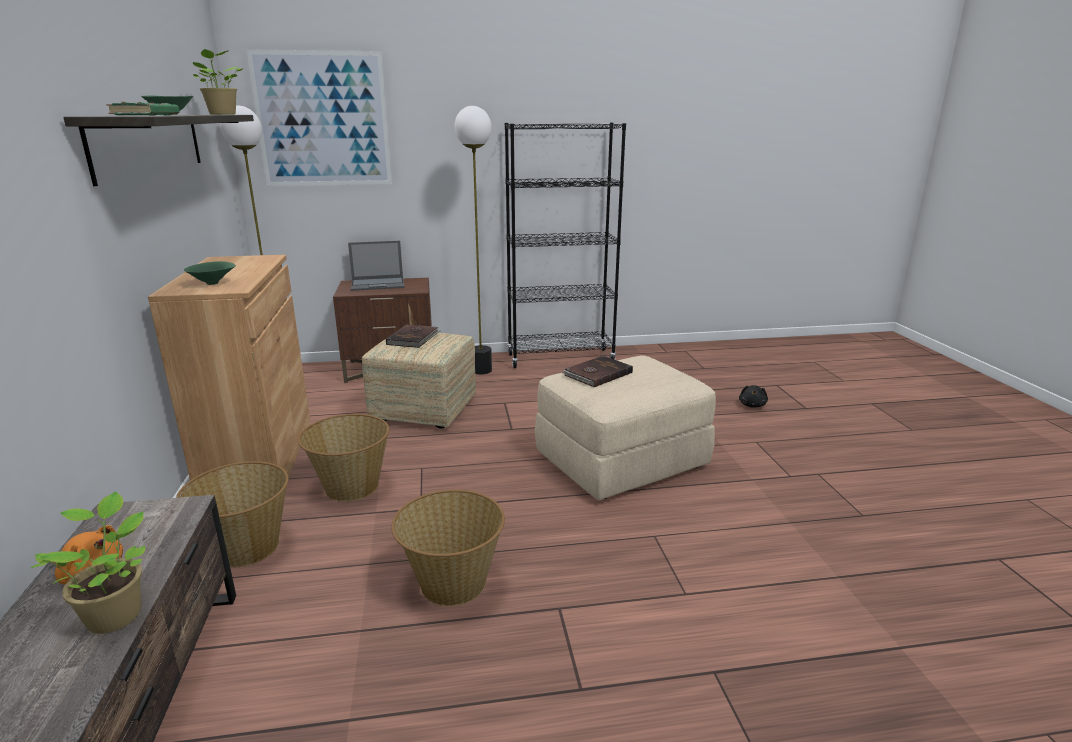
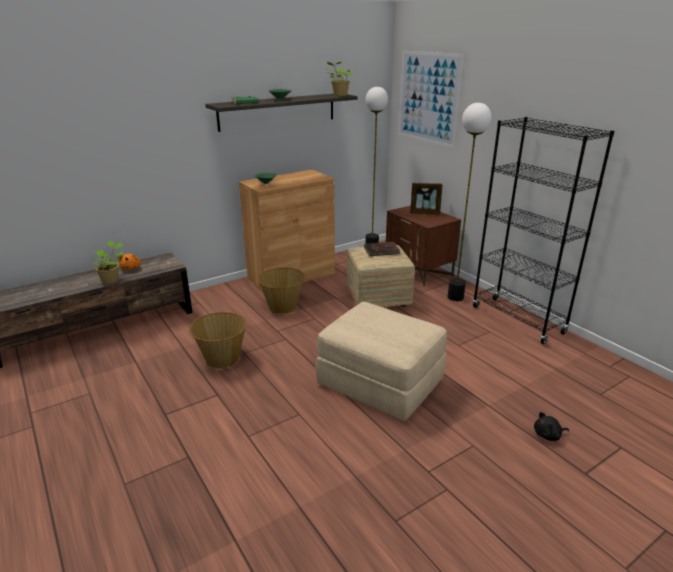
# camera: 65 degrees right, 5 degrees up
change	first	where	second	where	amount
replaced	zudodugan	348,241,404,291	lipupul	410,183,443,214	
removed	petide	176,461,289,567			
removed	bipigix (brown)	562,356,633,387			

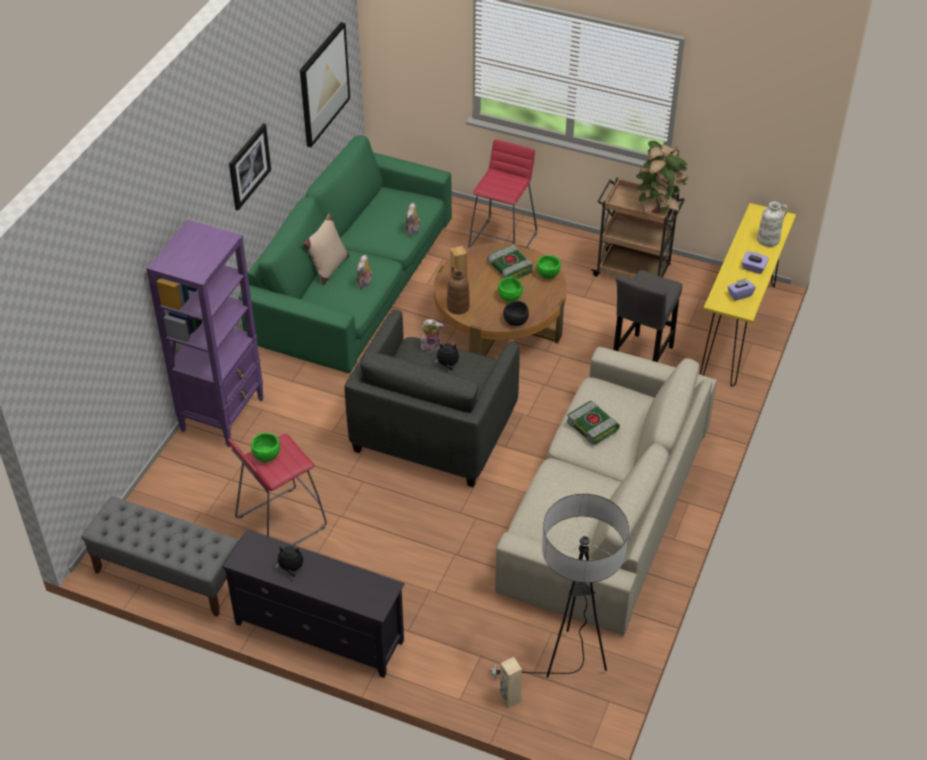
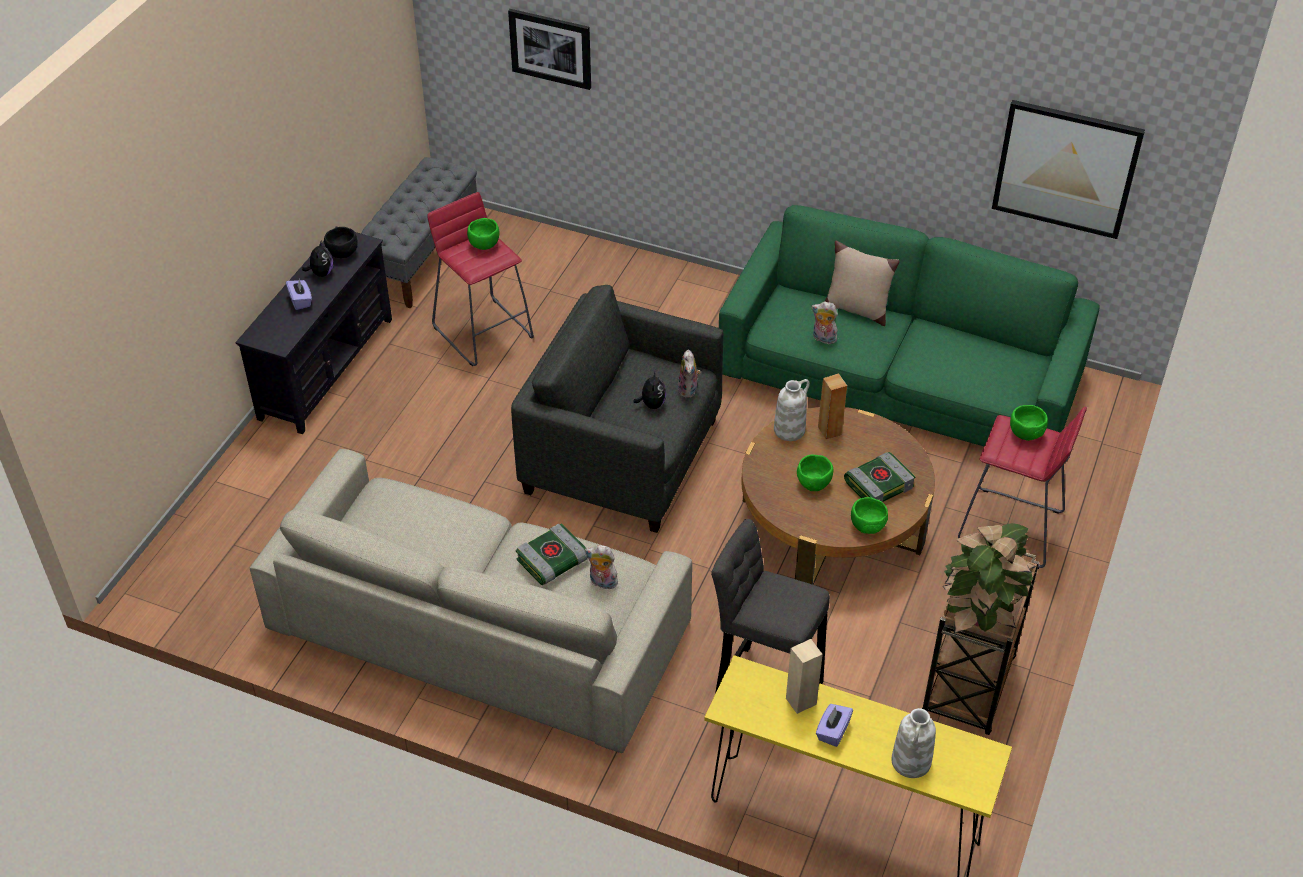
# camera: 90 degrees right, 0 degrees up
change	first	where	second	where	amount
moved	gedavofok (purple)	728,278,756,301		286,278,312,310	
moved	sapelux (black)	503,301,529,326		324,227,358,258	
moved	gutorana	229,123,271,210		508,9,591,90	
moved	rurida	405,203,421,236		585,545,618,589	
recoloured	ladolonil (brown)	447,266,470,314	ladolonil (white)	774,379,810,441	
moved	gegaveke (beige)	500,657,522,708		786,639,823,714	
added			sapelux (green)	1010,405,1048,441	
removed	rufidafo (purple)	146,220,264,447			
removed	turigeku	488,494,629,680			

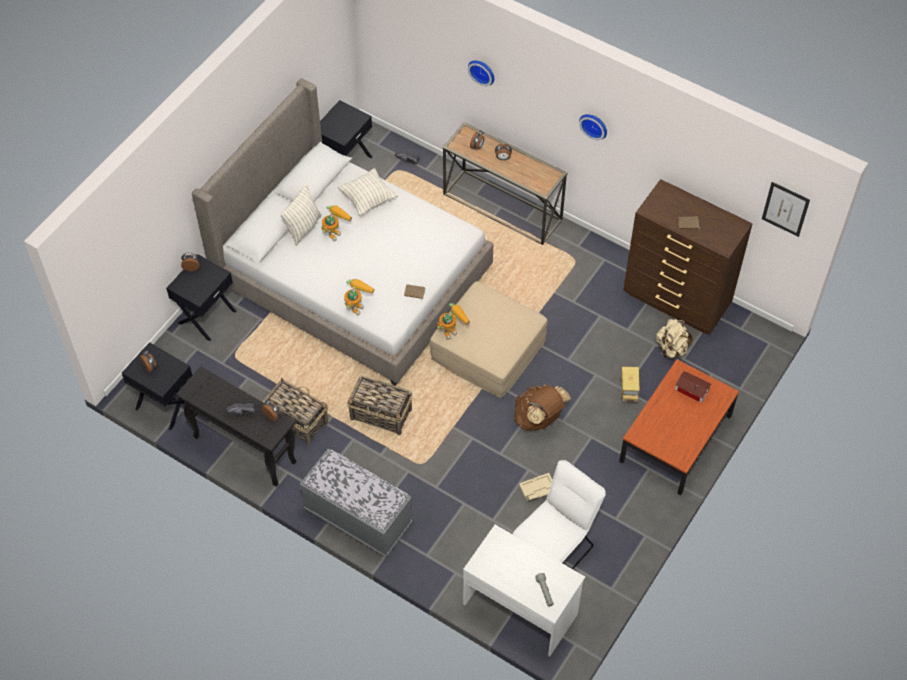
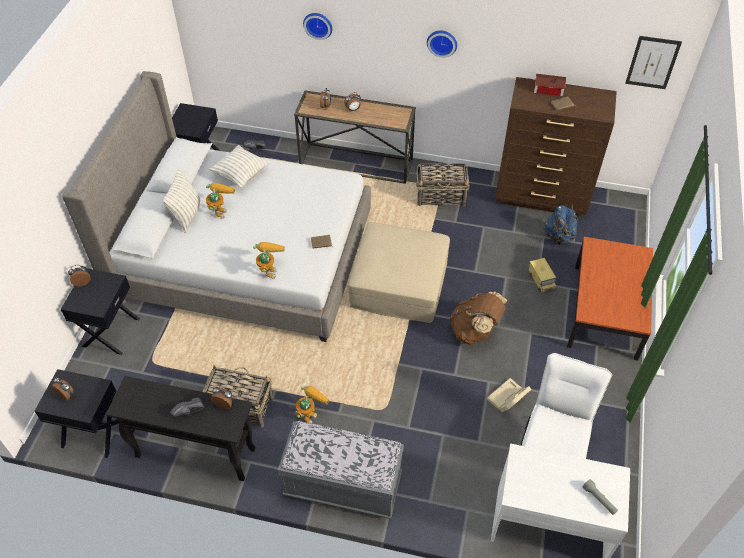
# camera: 20 degrees left, 5 degrees down
change	first	where	second	where	amount
moved	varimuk	437,303,470,340		295,386,329,423	
moved	petide	347,376,412,435		417,163,470,206	
moved	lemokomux	675,371,711,403		534,74,566,96	
recoloured	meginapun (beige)	656,319,693,358	meginapun (blue)	545,204,578,245	

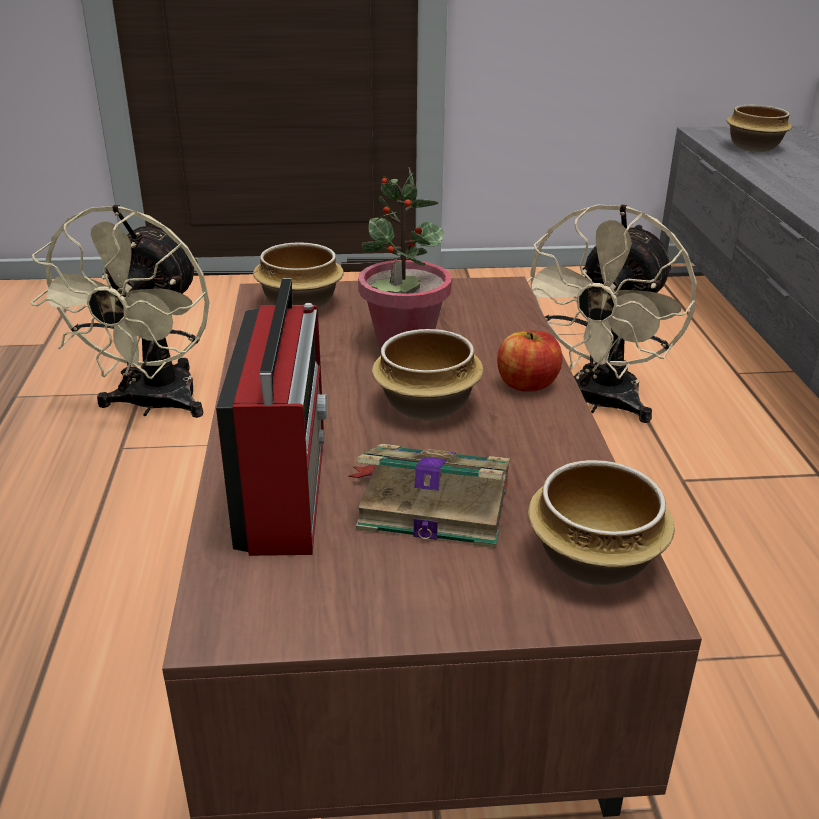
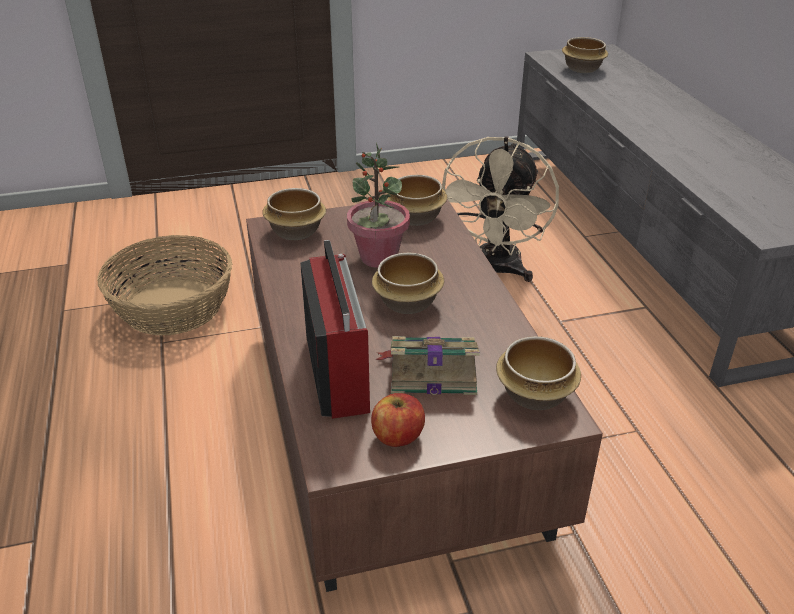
# camera: 10 degrees left, 5 degrees up
change	first	where	second	where	amount
replaced	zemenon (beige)	30,205,210,418	petide	97,235,232,336	
moved	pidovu	497,331,562,392		371,393,425,447	
added			sapelux	387,175,447,226	

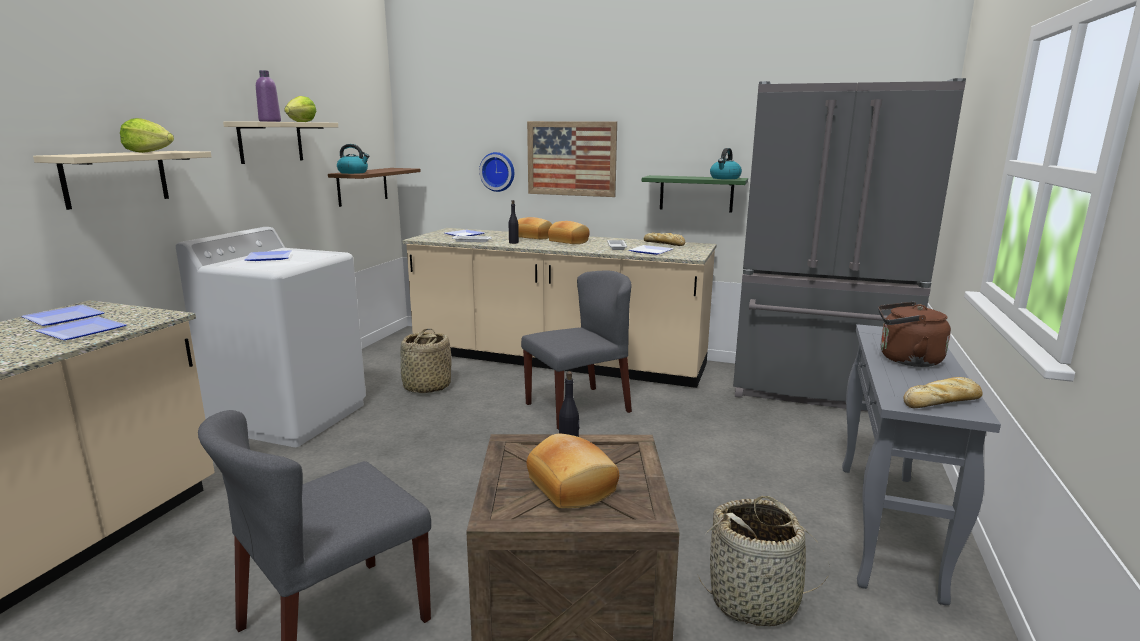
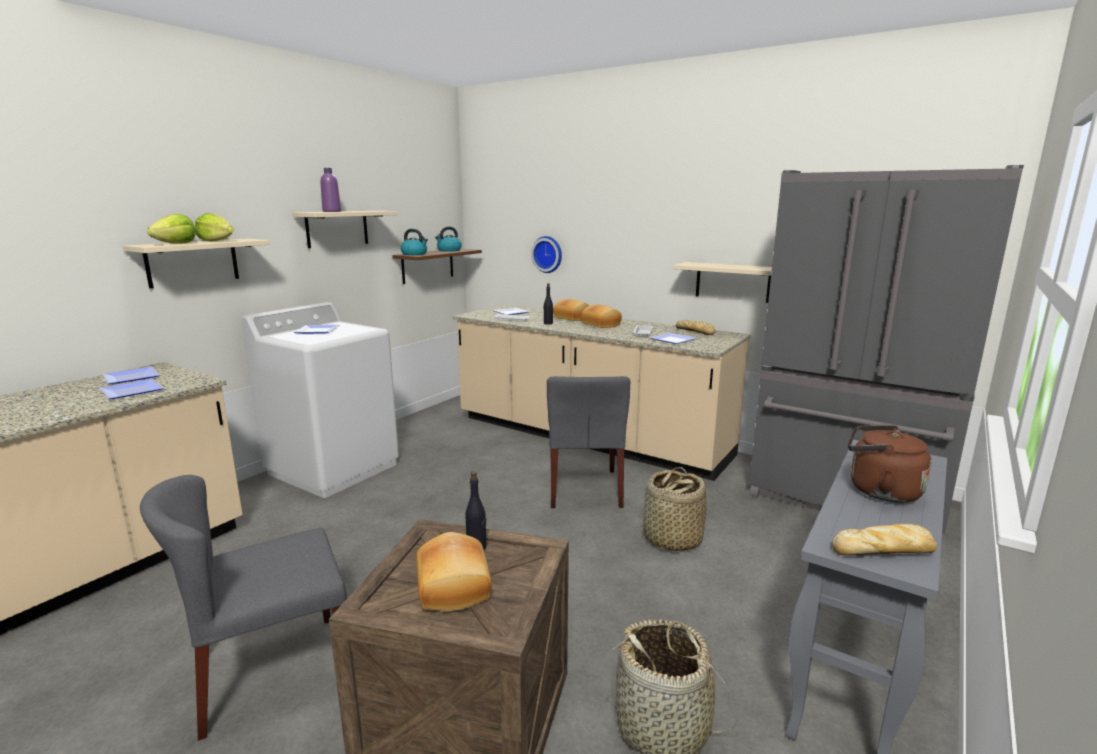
# camera: 15 degrees right, 0 degrees up
change	first	where	second	where	amount
moved	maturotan	284,96,316,122		147,214,196,244	
moved	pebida	710,148,742,179		435,227,462,252	
turned	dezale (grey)	521,270,632,430		547,376,630,508	105 degrees clockwise
moved	petide	400,328,452,393		643,467,707,551	
recoloured	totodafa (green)	642,175,748,213	totodafa (beige)	673,262,772,303	
removed	gutorana	527,121,617,197			

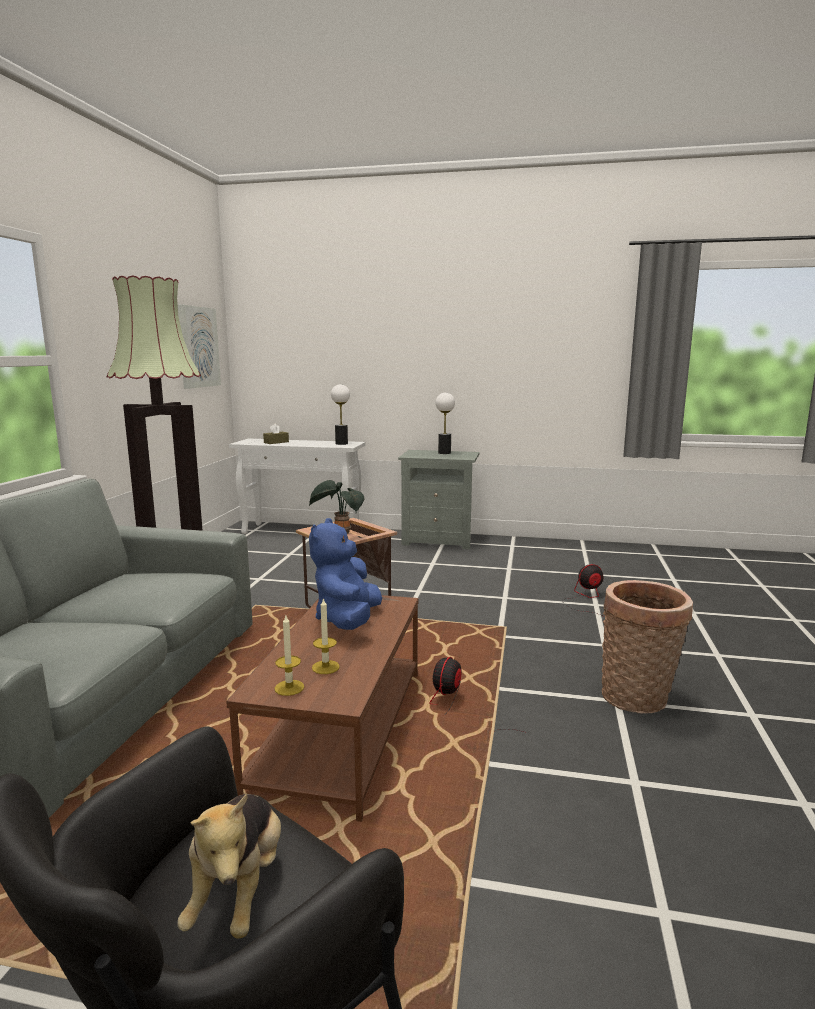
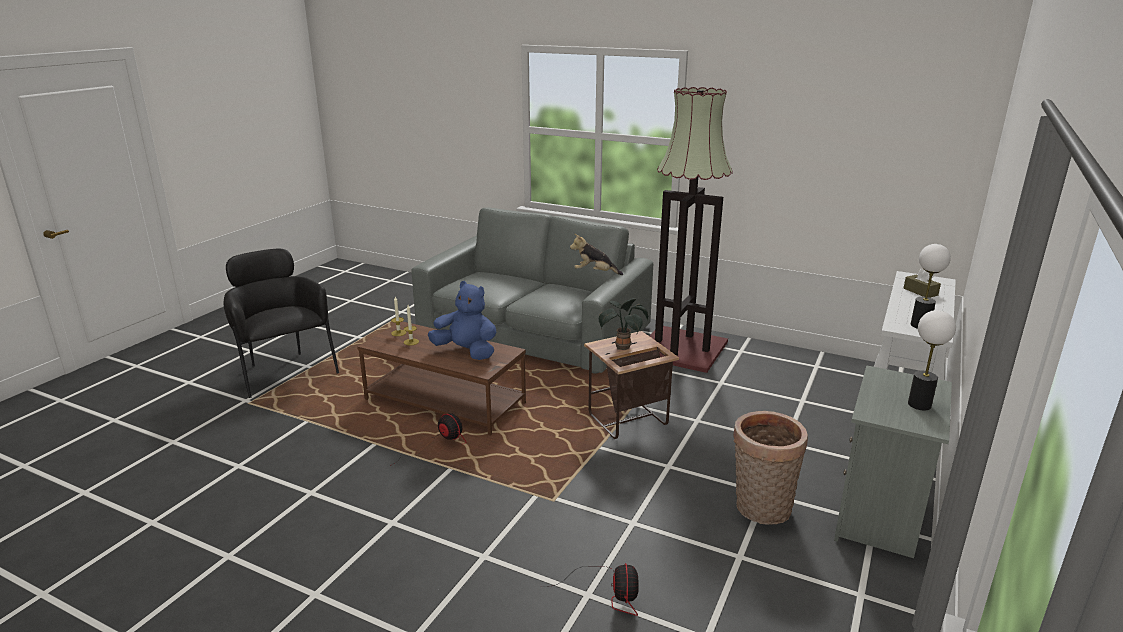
# camera: 105 degrees right, 10 degrees up
change	first	where	second	where	amount
moved	rurida	177,794,281,939		570,234,623,275	
moved	petide	602,580,693,714		733,411,808,525	
removed	gutorana	178,304,221,389			

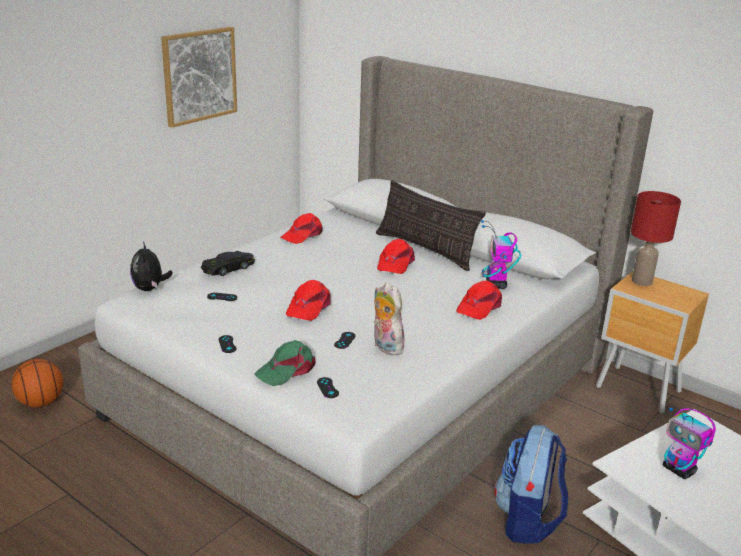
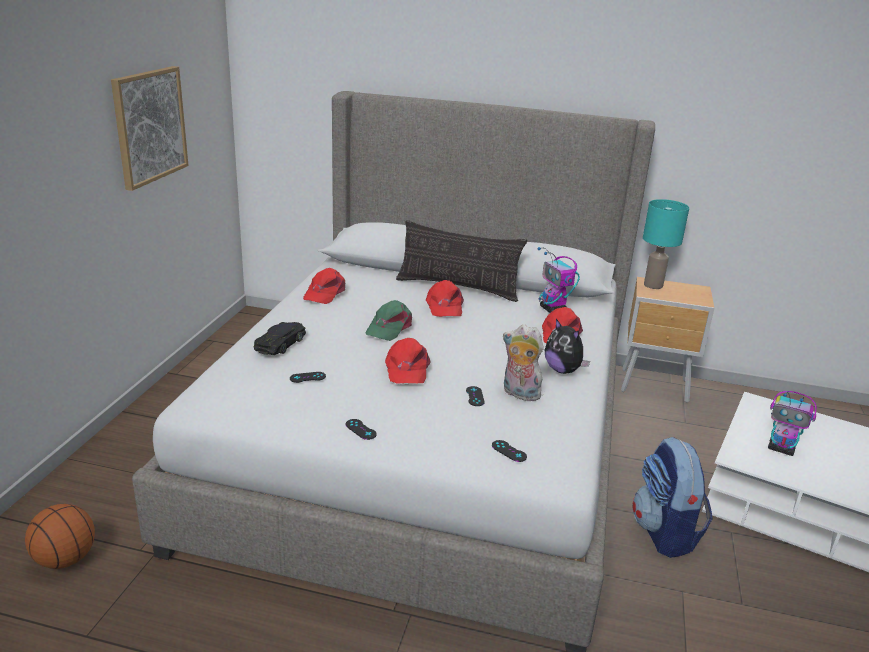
# camera: 25 degrees left, 0 degrees up
change	first	where	second	where	amount
moved	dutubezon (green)	254,340,316,386		365,300,412,341	
moved	rurida	130,242,173,291		545,319,590,374	
recoloured	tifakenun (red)	631,191,681,286	tifakenun (turquoise)	643,199,689,289	

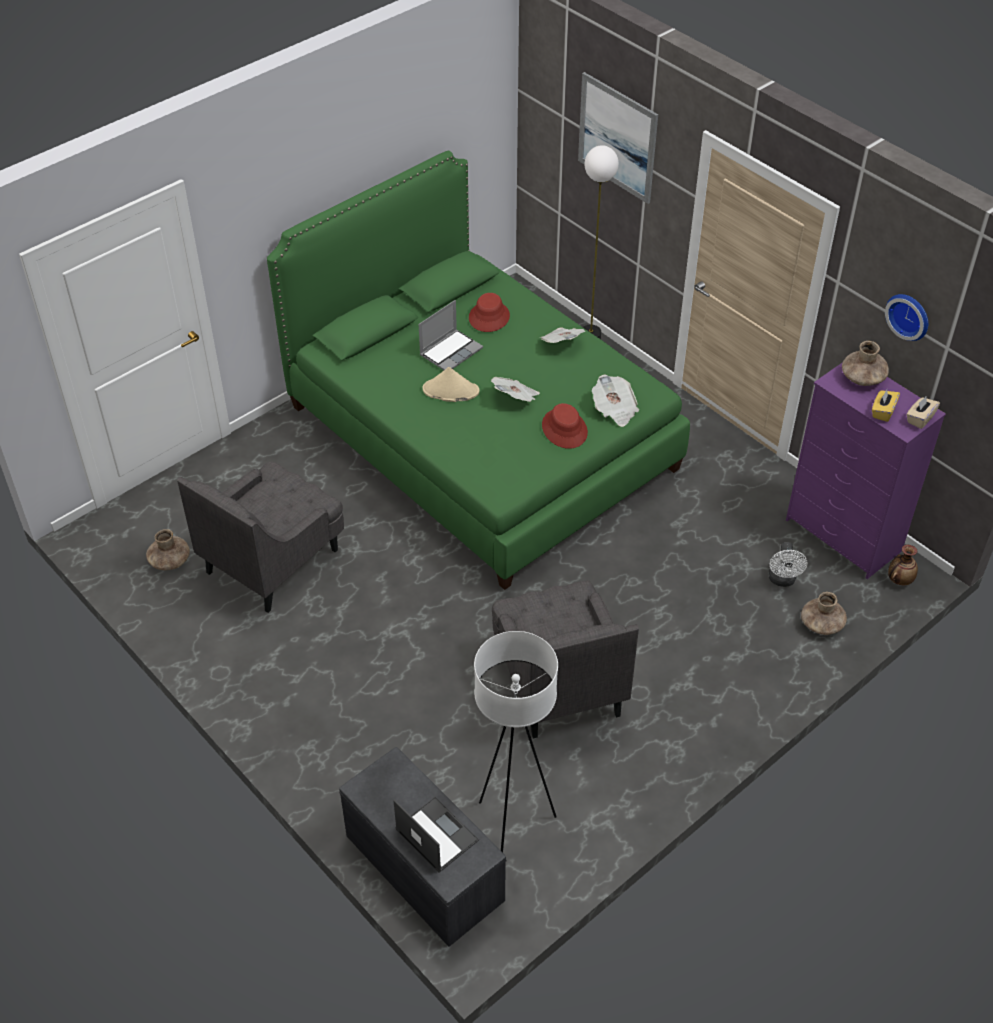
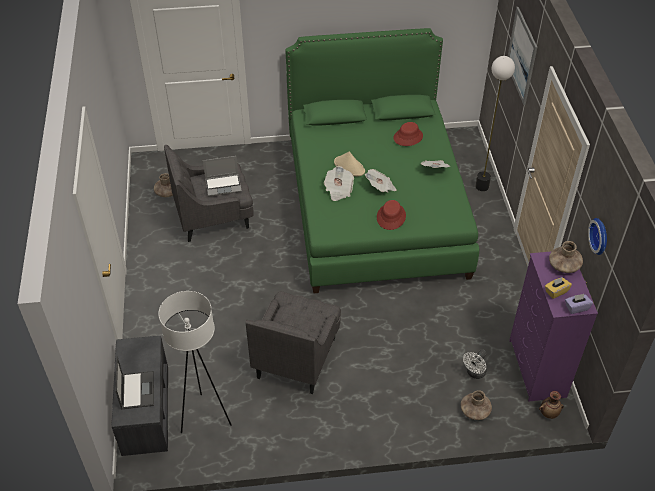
# camera: 35 degrees right, 0 degrees up
change	first	where	second	where	amount
moved	zudodugan	419,300,483,370		203,156,242,196	
moved	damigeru	592,374,639,427		324,166,354,201	
recoloured	gedavofok (beige)	907,396,940,429	gedavofok (purple)	565,294,593,314	

